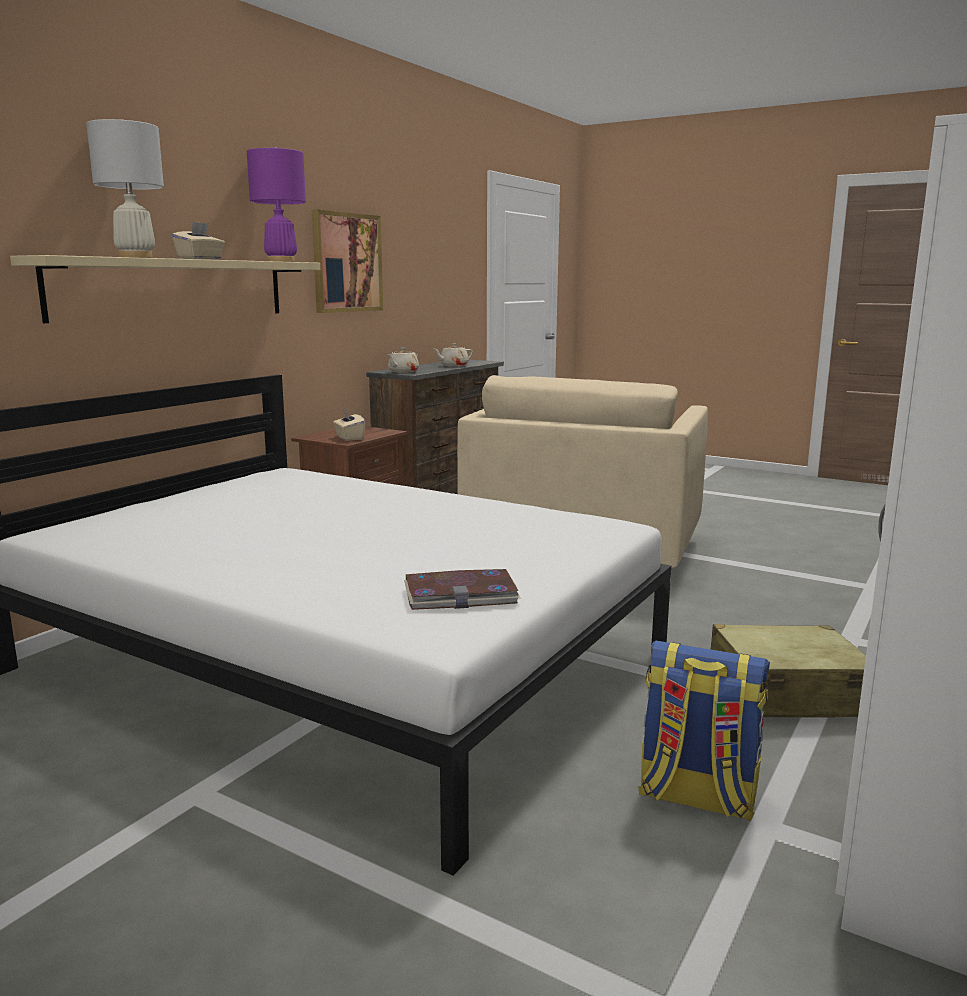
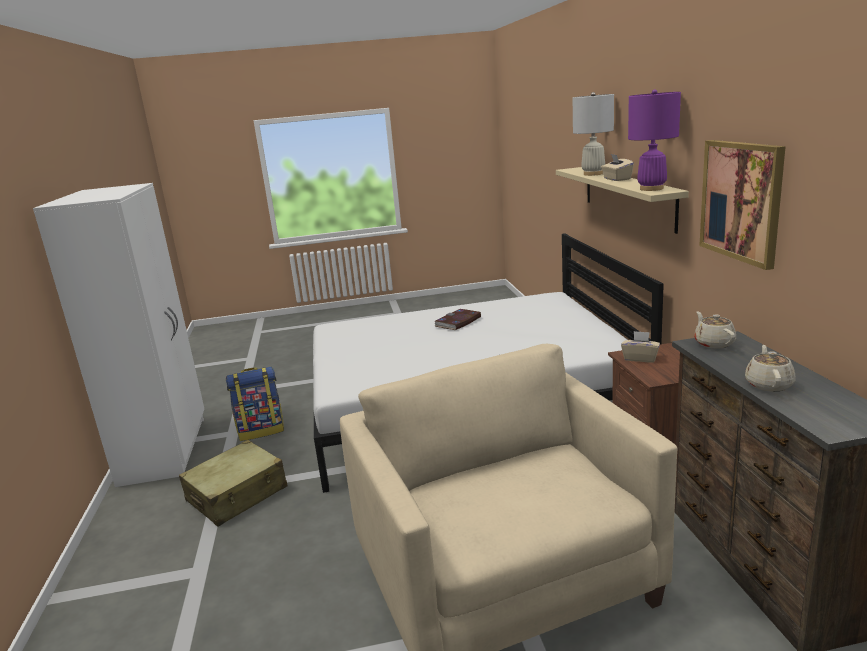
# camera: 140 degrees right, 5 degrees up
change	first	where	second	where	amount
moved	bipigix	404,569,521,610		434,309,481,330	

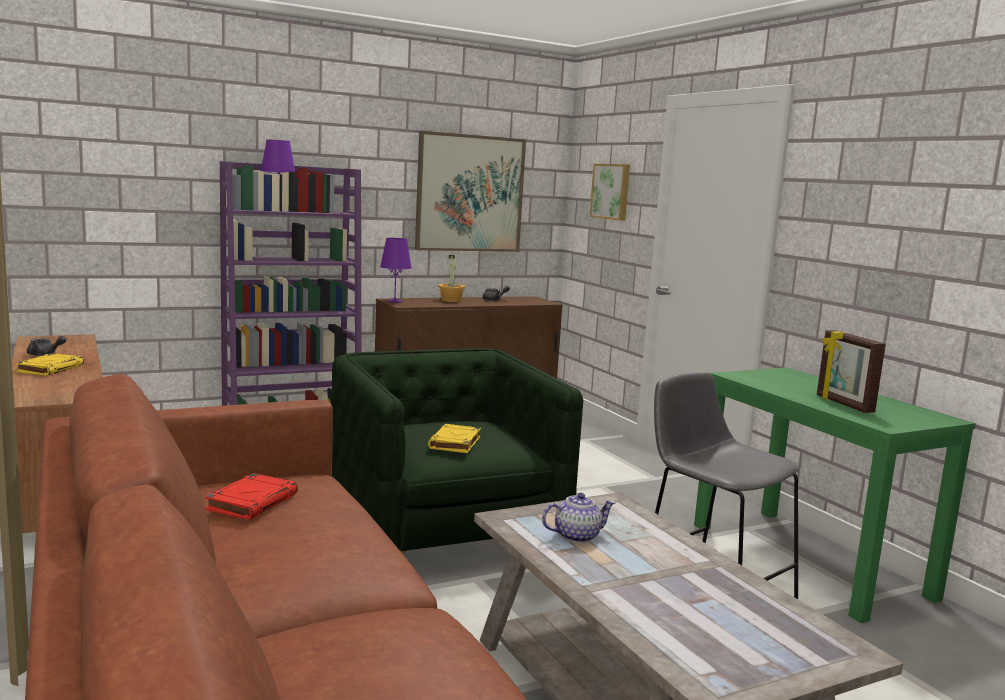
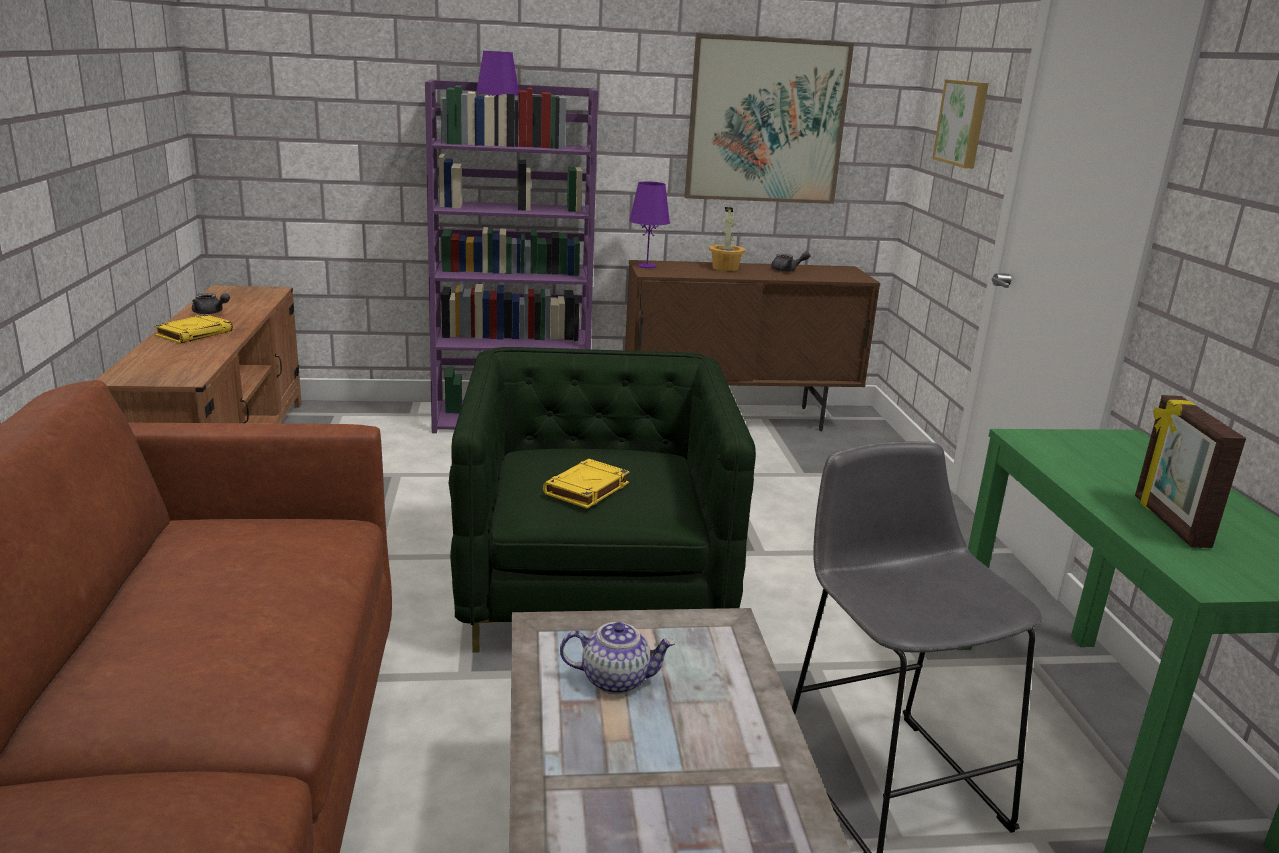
# camera: 20 degrees right, 10 degrees up
change	first	where	second	where	amount
removed	bipigix (red)	205,473,298,520			

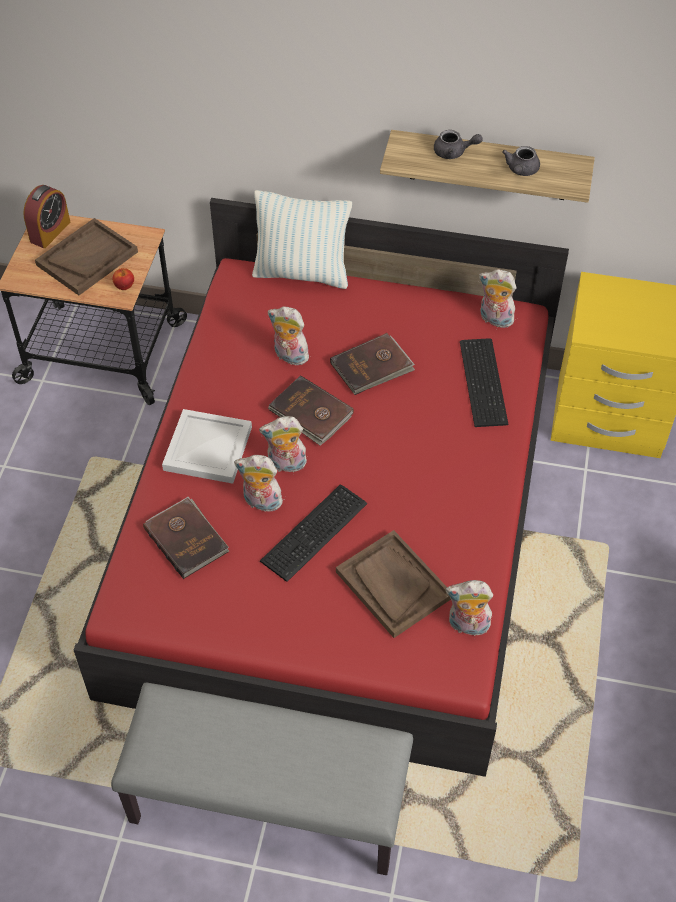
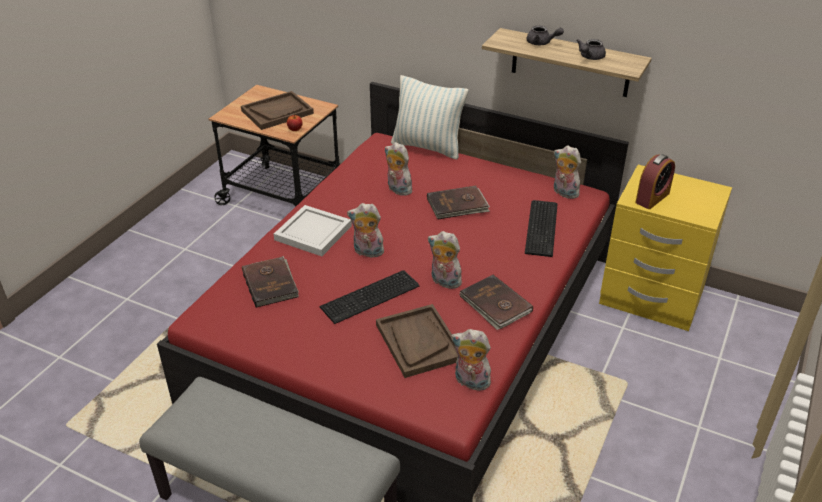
# camera: 15 degrees right, 15 degrees down
change	first	where	second	where	amount
moved	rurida	234,455,283,512		428,231,462,290	
moved	bipigix (brown)	268,375,354,446		459,275,533,330	
moved	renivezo	23,185,70,248		635,154,675,209	

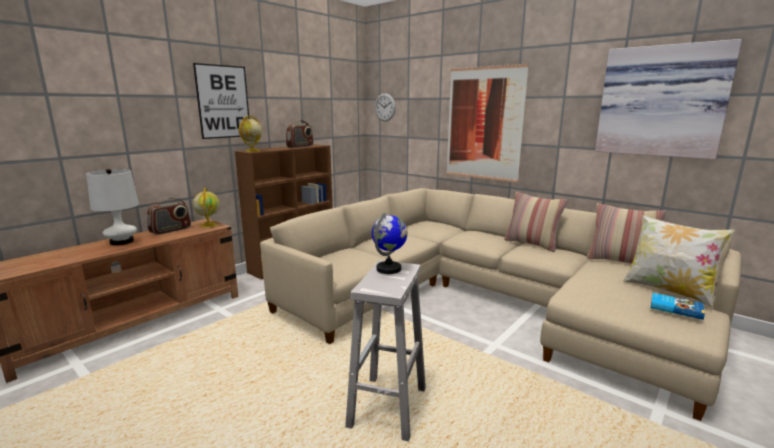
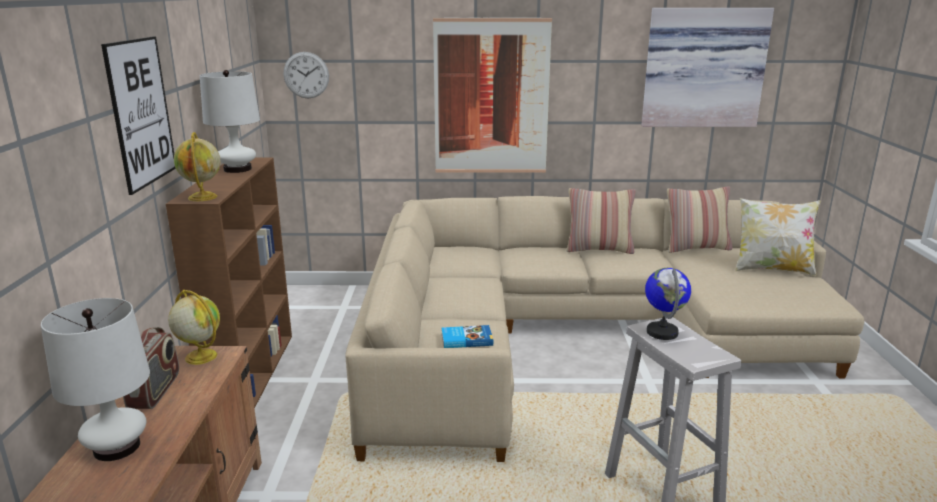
# camera: 40 degrees left, 5 degrees up
change	first	where	second	where	amount
replaced	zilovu	286,120,313,148	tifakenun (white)	200,70,260,173	
moved	bipigix	651,293,705,320		442,325,493,348	

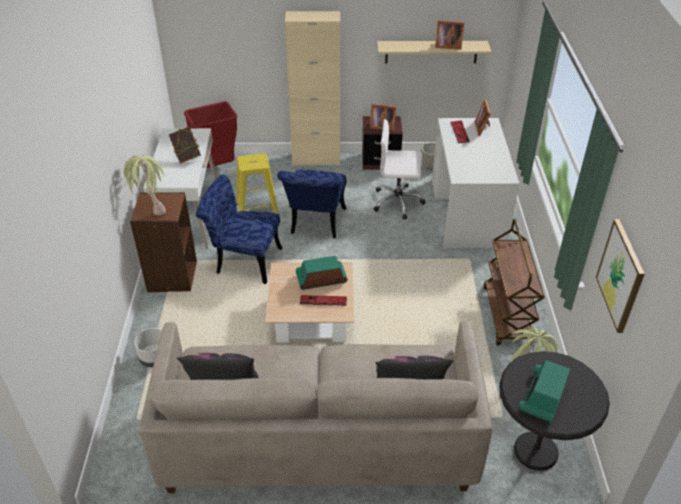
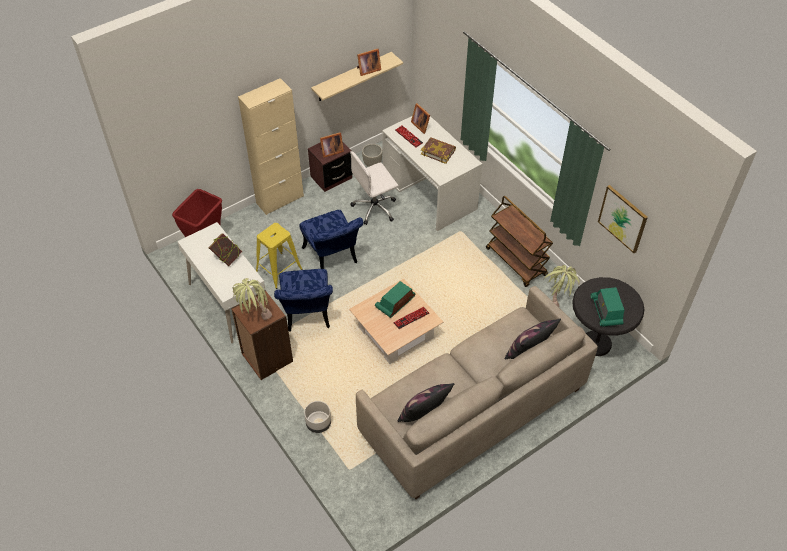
# camera: 35 degrees left, 10 degrees up
change	first	where	second	where	amount
turned	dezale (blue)	196,175,282,284		274,269,333,332	75 degrees counterclockwise
added			bipigix	421,137,456,164	

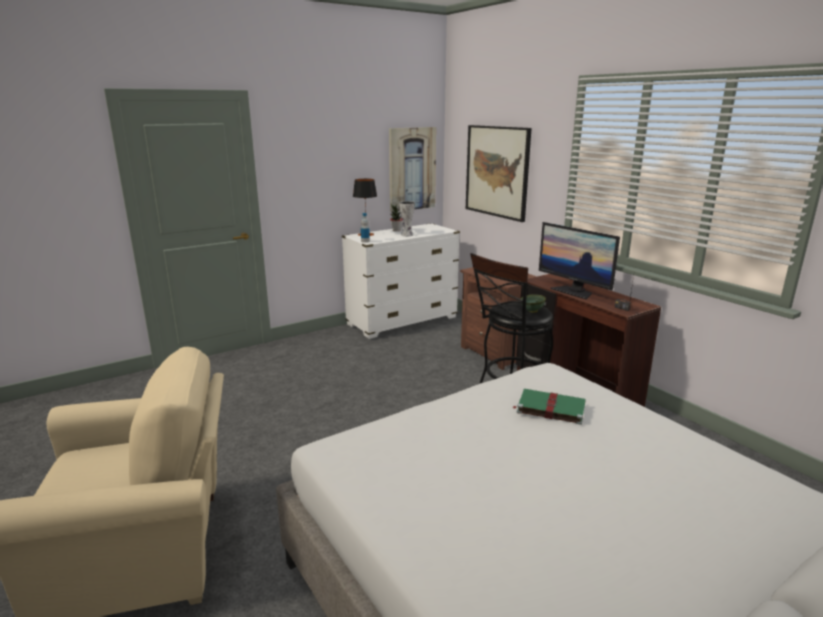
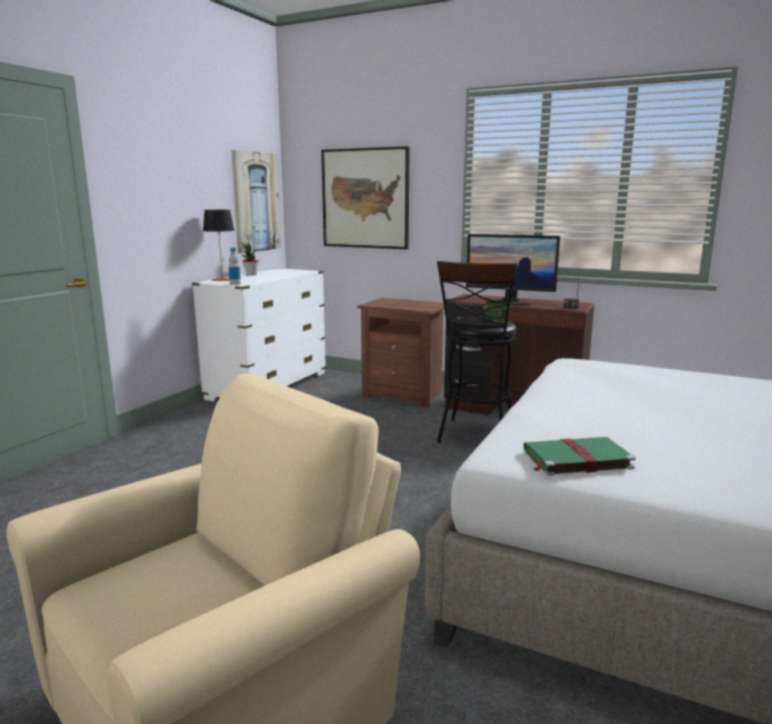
# camera: 30 degrees left, 5 degrees down
change	first	where	second	where	amount
moved	bipigix (green)	513,389,586,425		524,437,636,476	
removed	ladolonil	399,201,415,236			

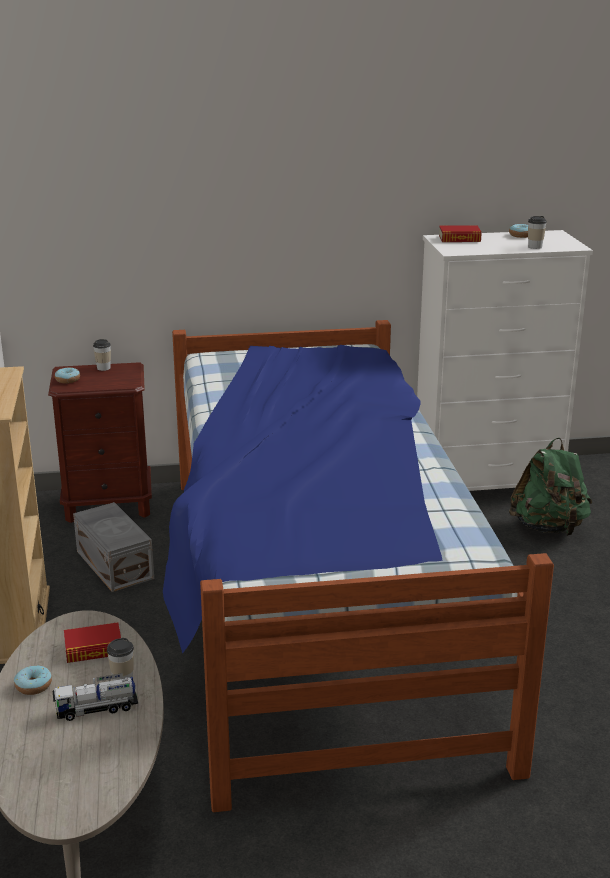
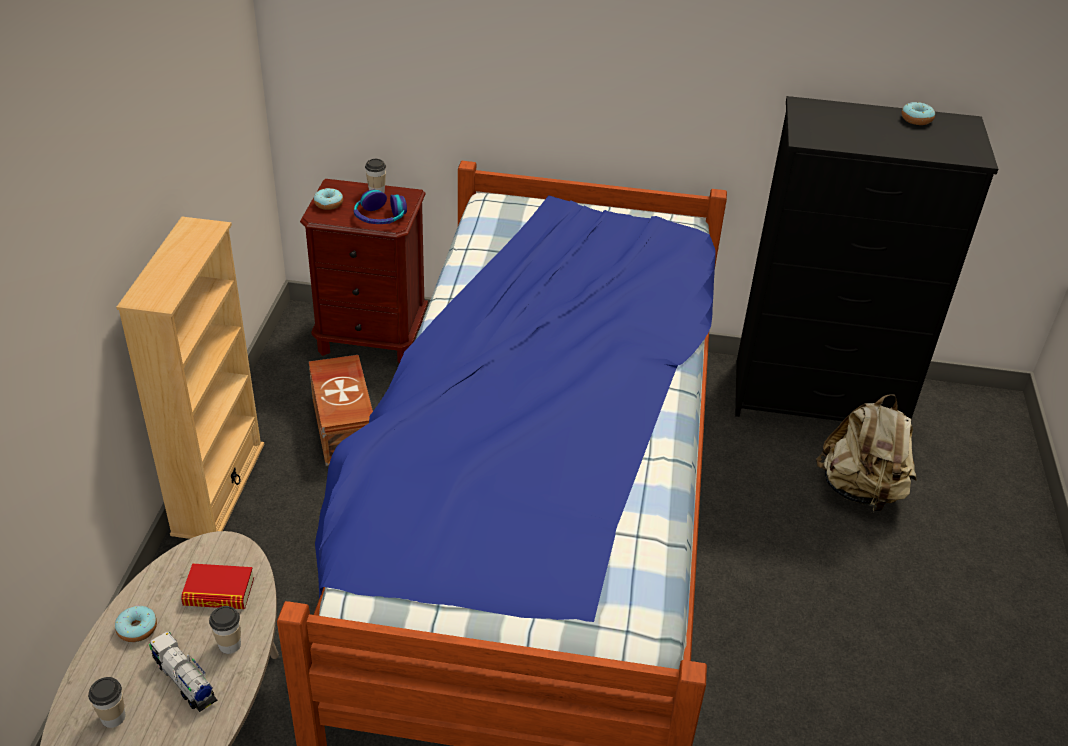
# camera: 15 degrees right, 15 degrees up
change	first	where	second	where	amount
moved	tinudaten	528,216,547,249		88,677,125,728	
turned	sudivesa	53,673,138,721		149,632,217,712	45 degrees clockwise
recoloured	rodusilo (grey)	73,502,154,592	rodusilo (brown)	309,355,373,466	
added			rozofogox	354,190,407,224	
recoloured	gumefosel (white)	417,230,593,491	gumefosel (black)	735,96,998,421	
recoloured	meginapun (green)	509,438,592,536	meginapun (beige)	816,394,917,512	
removed	bipigix	439,225,481,242			

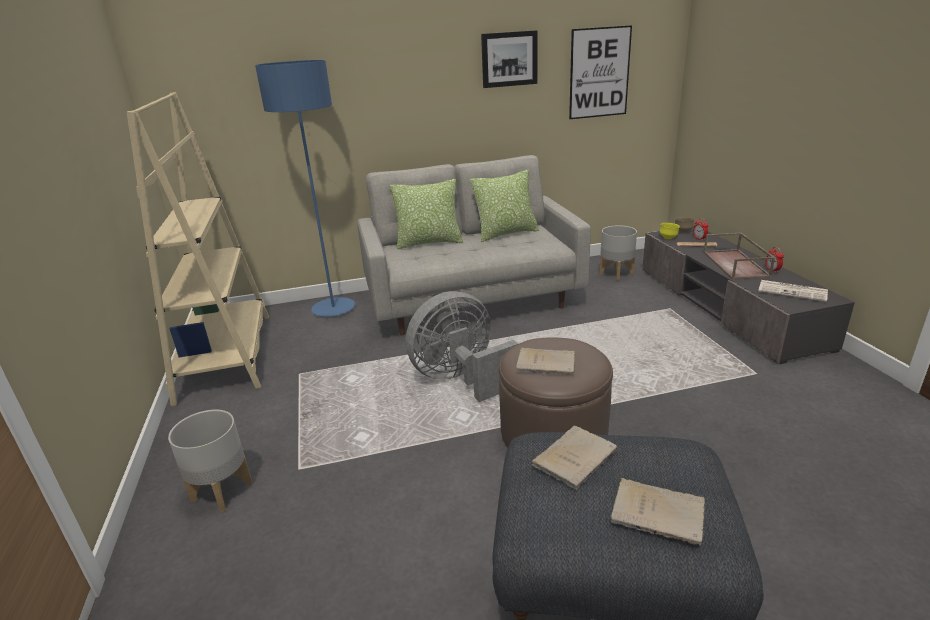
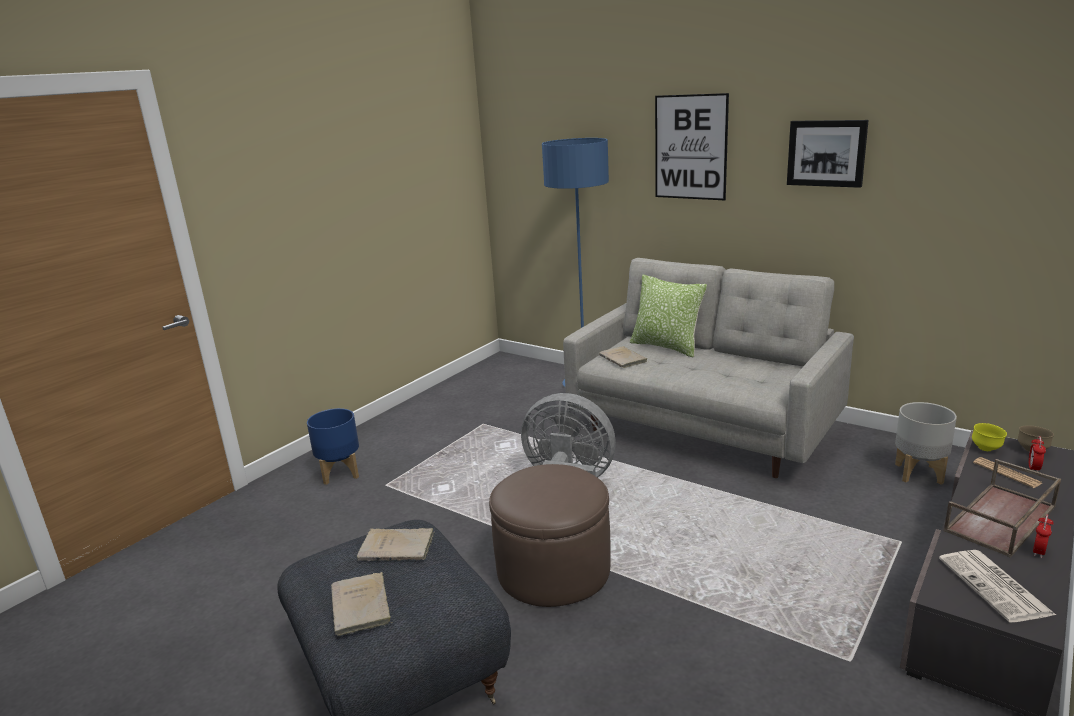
# camera: 50 degrees right, 5 degrees down
change	first	where	second	where	amount
recoloured	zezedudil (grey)	168,410,252,512	zezedudil (blue)	307,408,359,485	
moved	bipigix (beige)	516,348,576,375		599,346,647,368	
moved	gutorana	569,25,632,119		655,93,729,200	
removed	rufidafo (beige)	127,92,269,406			
removed	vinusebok	470,170,539,242			

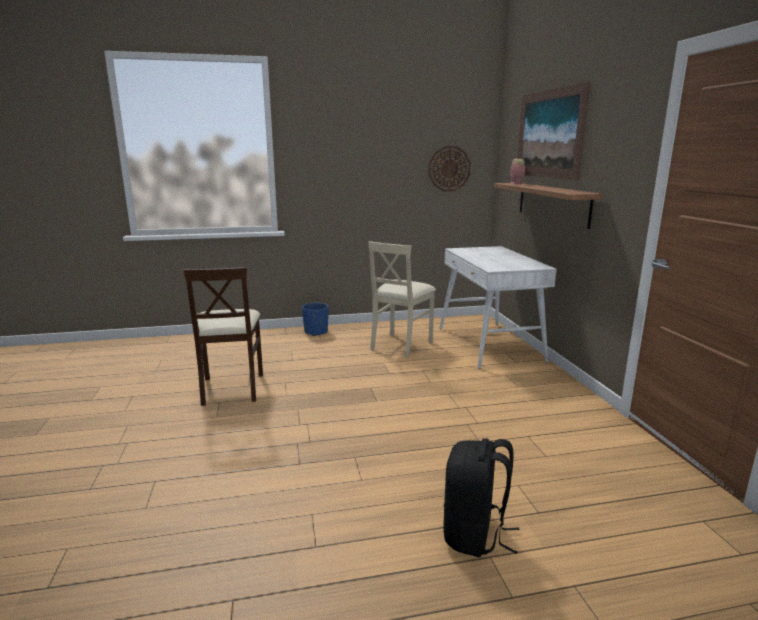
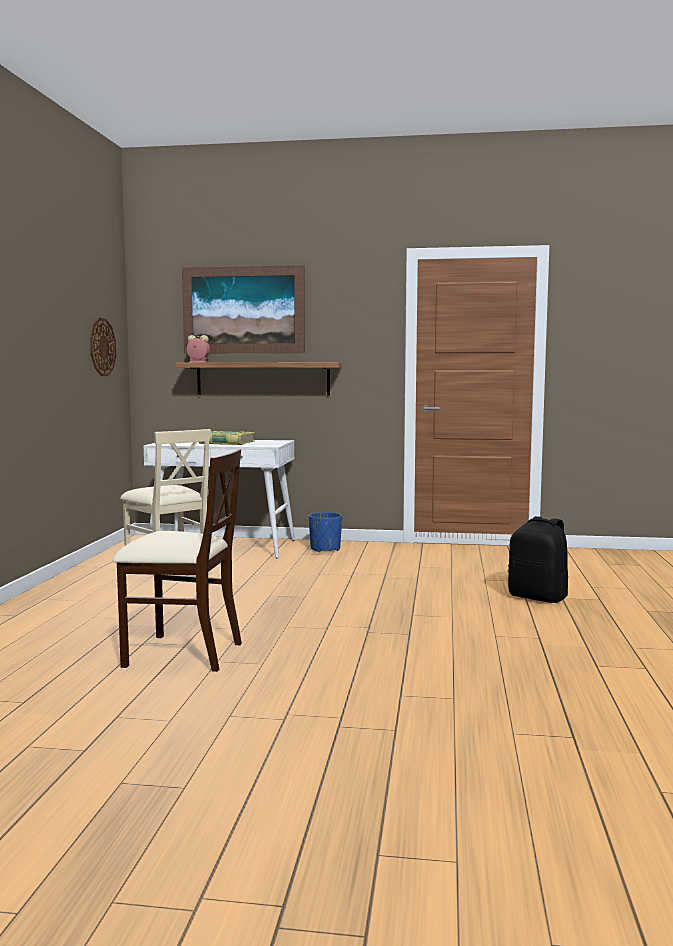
# camera: 70 degrees left, 10 degrees down
change	first	where	second	where	amount
added			bipigix	199,431,255,445	
moved	zezedudil (blue)	302,303,328,336		309,512,342,552	

